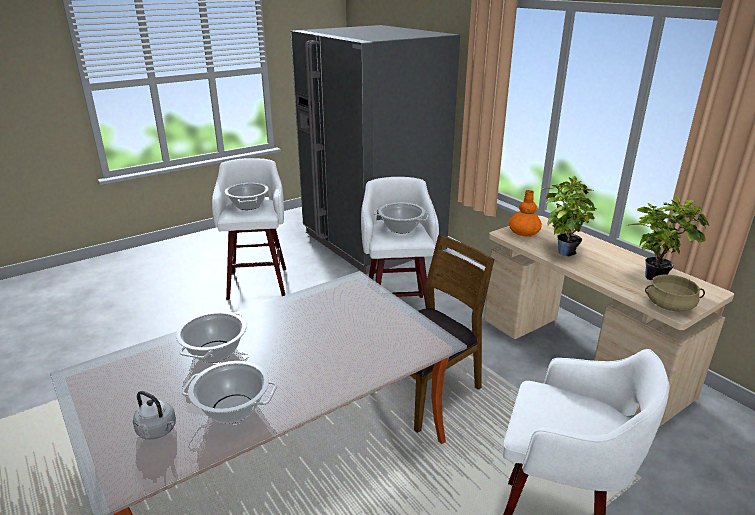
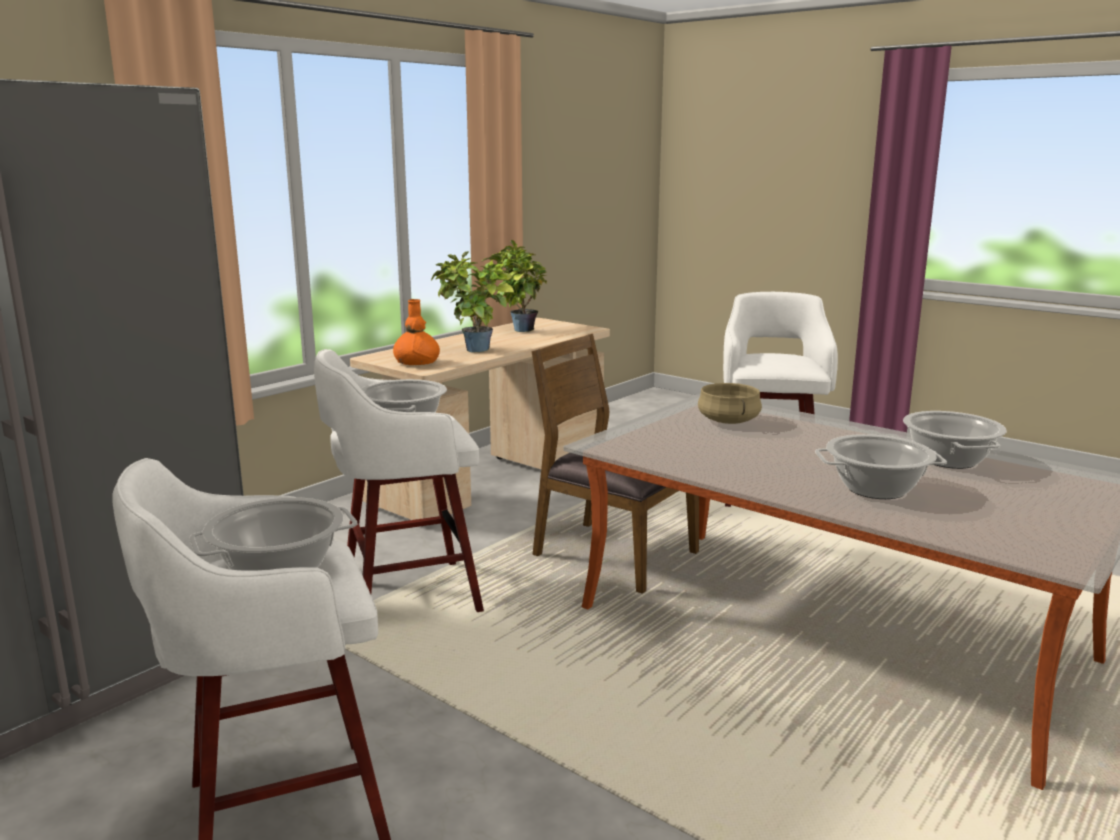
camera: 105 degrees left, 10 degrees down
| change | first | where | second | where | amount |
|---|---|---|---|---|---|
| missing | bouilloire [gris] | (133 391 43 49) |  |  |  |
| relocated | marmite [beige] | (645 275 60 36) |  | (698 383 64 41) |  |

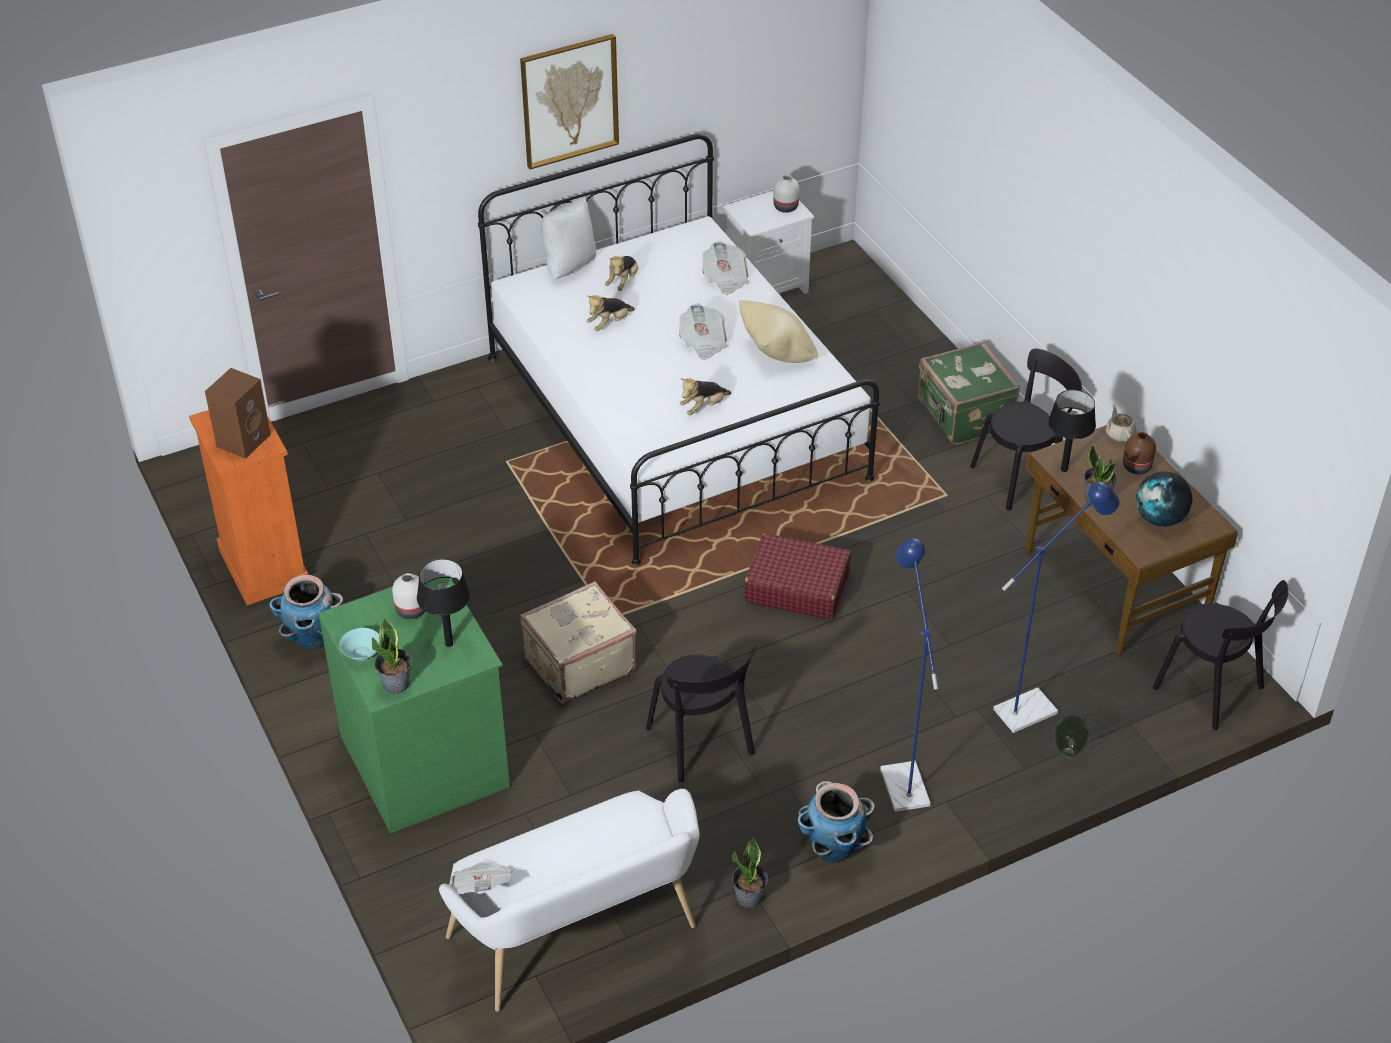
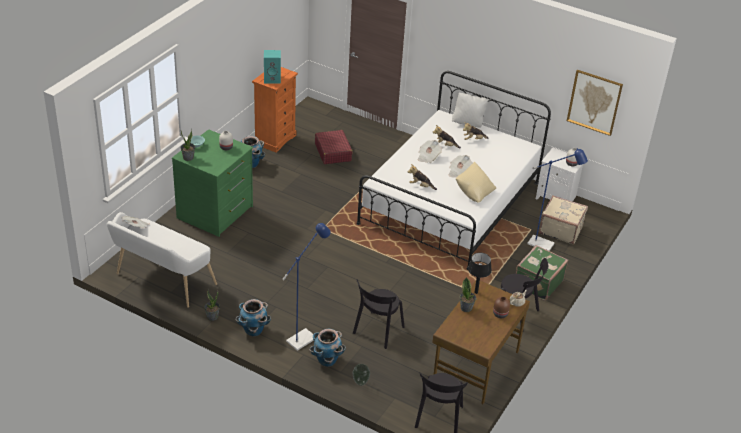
camera: 55 degrees right, 5 degrees down
| change | first | where | second | where | amount |
|---|---|---|---|---|---|
| colour | enceinte [marron] | (205 368 66 91) | enceinte [turquoise] | (264 50 17 34) |  |
| missing | lampe de table [noir] | (417 559 53 88) |  |  |  |
| relocated | tableau | (520 34 99 135) |  | (567 70 56 66) |  |
| relocated | valise [beige] | (520 581 116 123) |  | (539 195 49 50) |  |
| relocated | chaise [noir] | (646 646 111 137) |  | (353 280 51 69) |  |
| relocated | journal | (702 241 47 54) |  | (418 140 24 23) |  |
| relocated | valise [rouge] | (744 533 107 87) |  | (315 130 38 34) |  |
| relocated | lampadaire [bleu] | (993 482 126 251) |  | (527 148 61 103) |  |
| missing | globe | (1136 471 56 55) |  |  |  |
| appeared |  |  | cache-pot | (309 329 37 38) |  |

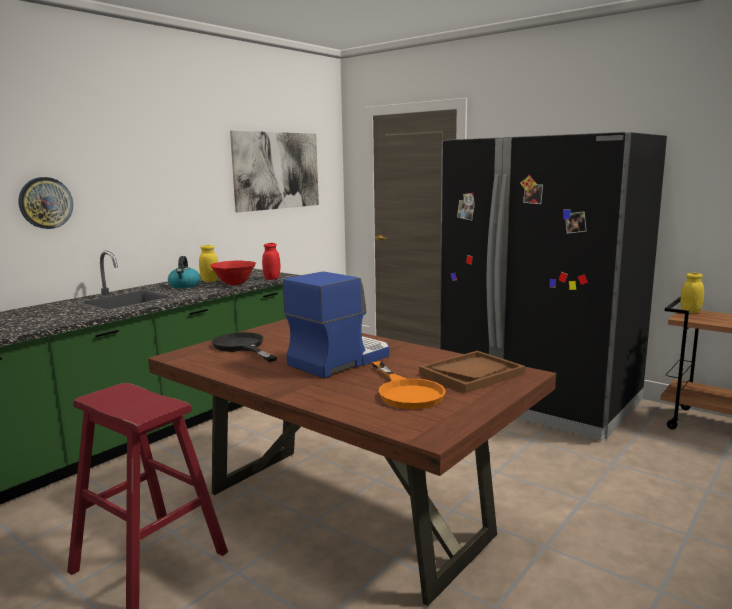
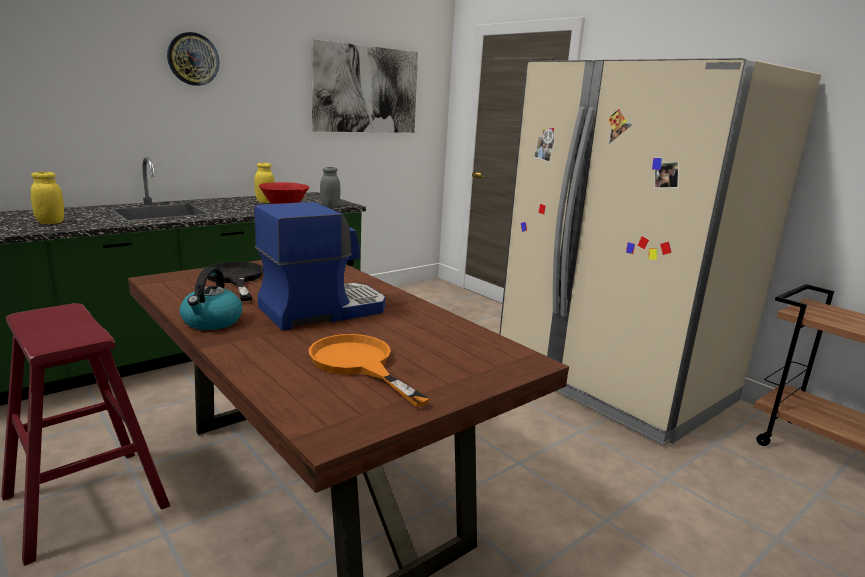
camera: 10 degrees right, 5 degrees up
| change | first | where | second | where | amount |
|---|---|---|---|---|---|
| relocated | horloge murale | (18 177 55 52) |  | (167 32 52 54) |  |
| relocated | bouilloire | (168 256 33 32) |  | (180 267 62 63) |  |
| colour | bocal [rouge] | (262 243 18 37) | bocal [gris] | (320 167 20 41) |  |
| spun | poêle [orange] | (372 361 73 48) |  | (309 334 120 73) | 150 degrees clockwise |
| missing | plateau [marron] | (419 351 106 42) |  |  |  |
| colour | réfrigérateur [noir] | (440 132 227 309) | réfrigérateur [beige] | (499 58 322 388) |  |
| relocated | bocal [jaune] | (680 273 24 40) |  | (31 172 33 52) |  |

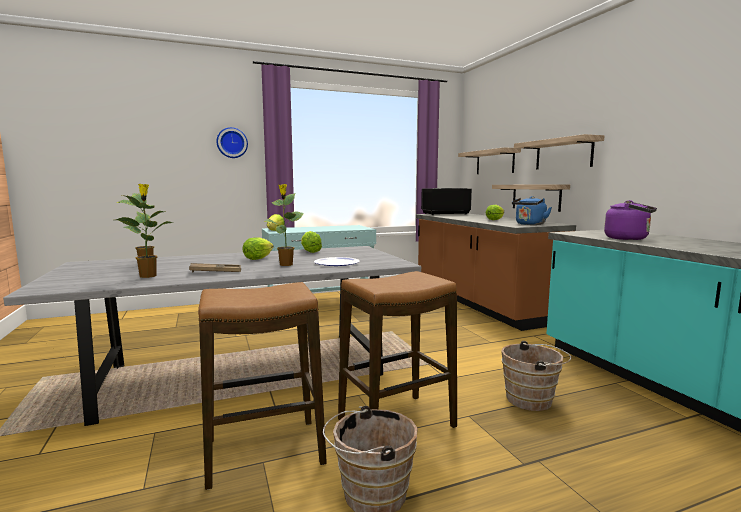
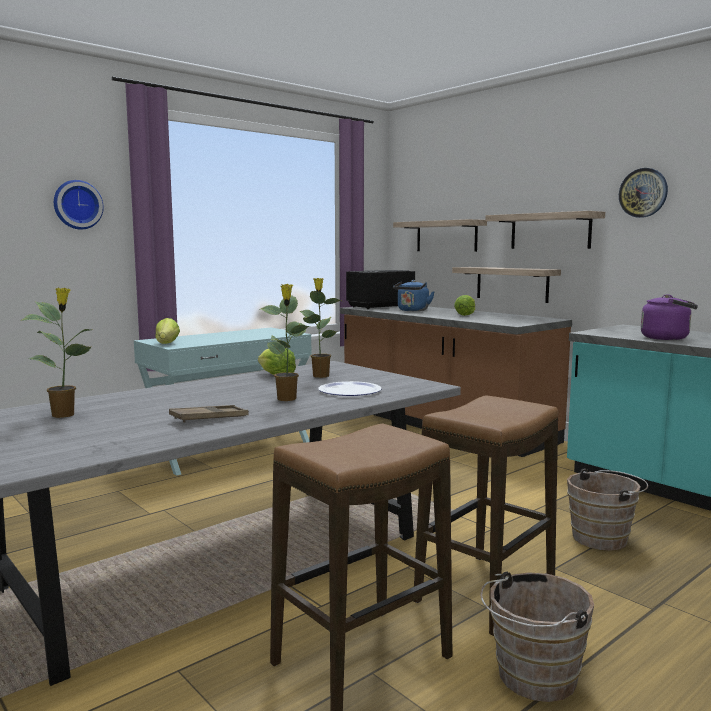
camera: 20 degrees left, 0 degrees up
| change | first | where | second | where | amount |
|---|---|---|---|---|---|
| relocated | plante en pot | (115 184 59 94) |  | (300 278 44 100) |  |
| missing | laitue | (242 237 32 23) |  |  |  |
| relocated | bouilloire [bleu] | (512 196 40 29) |  | (393 280 41 31) |  |
| appeared |  |  | horloge murale | (619 168 49 50) |  |

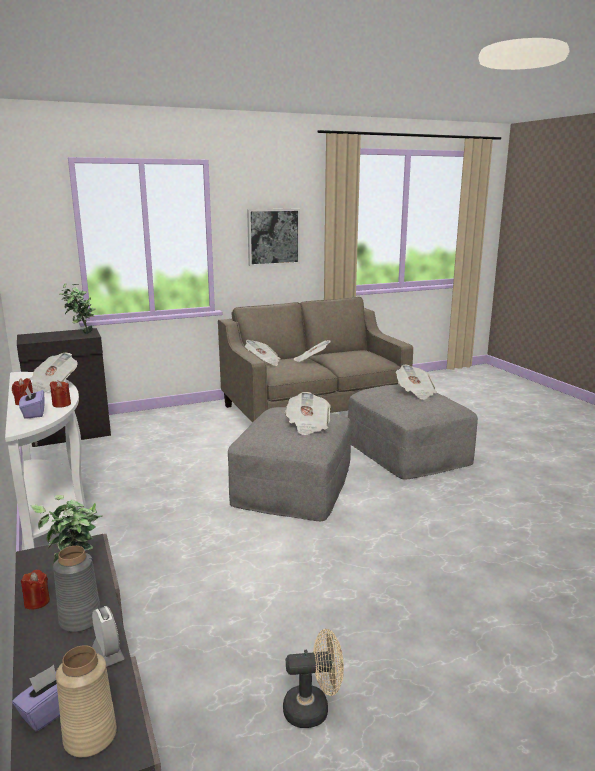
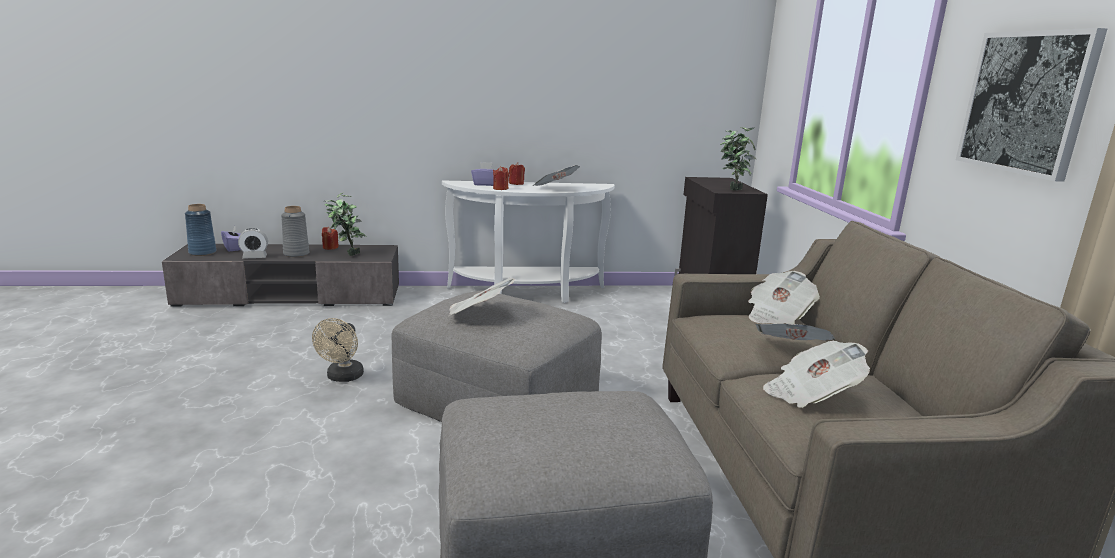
camera: 105 degrees right, 0 degrees up
| change | first | where | second | where | amount |
|---|---|---|---|---|---|
| colour | vase [beige] | (56 645 61 112) | vase [bleu] | (185 204 31 52) |  |
| relocated | ventilateur [beige] | (283 629 61 99) |  | (312 318 52 64) |  |
| relocated | journal | (396 365 41 35) |  | (763 341 107 67) |  |

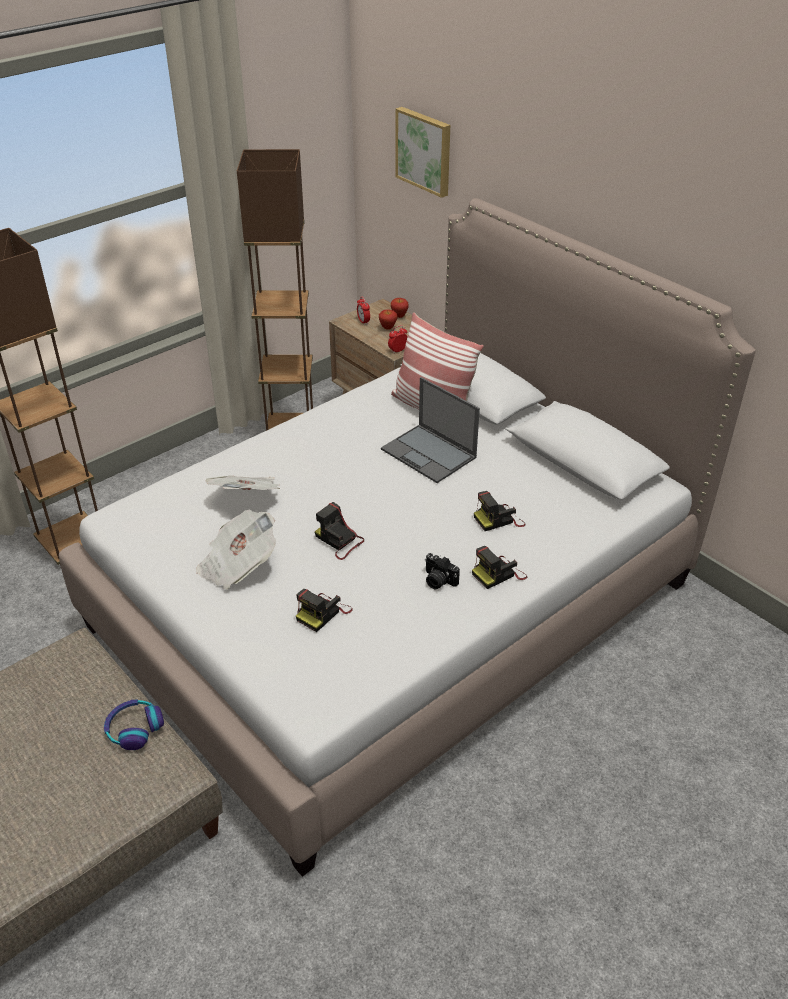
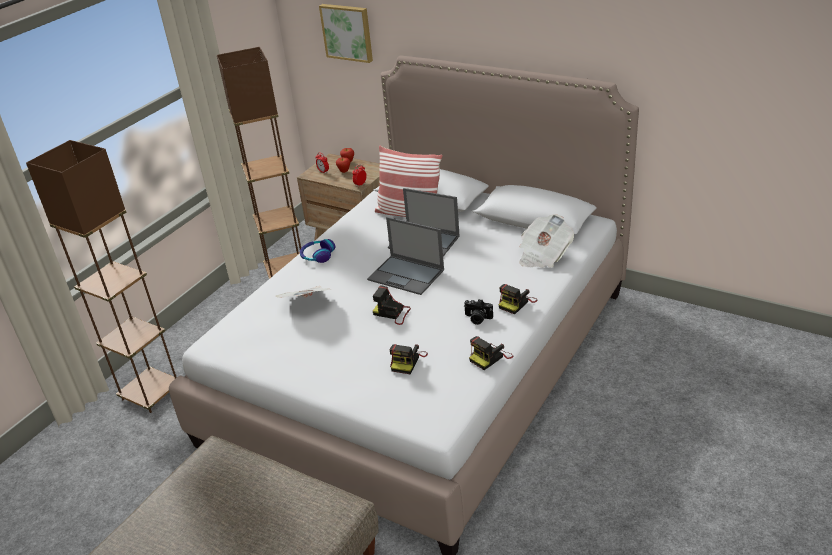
camera: 15 degrees left, 5 degrees down
| change | first | where | second | where | amount |
|---|---|---|---|---|---|
| relocated | casque audio | (104 700 60 50) |  | (300 239 36 24) |  |
| relocated | journal | (196 510 80 80) |  | (519 214 55 54) |  |
| relocated | appareil photo | (474 491 52 40) |  | (469 336 44 34) |  |
| appeared |  |  | ordinateur portable | (367 217 77 78) |  |

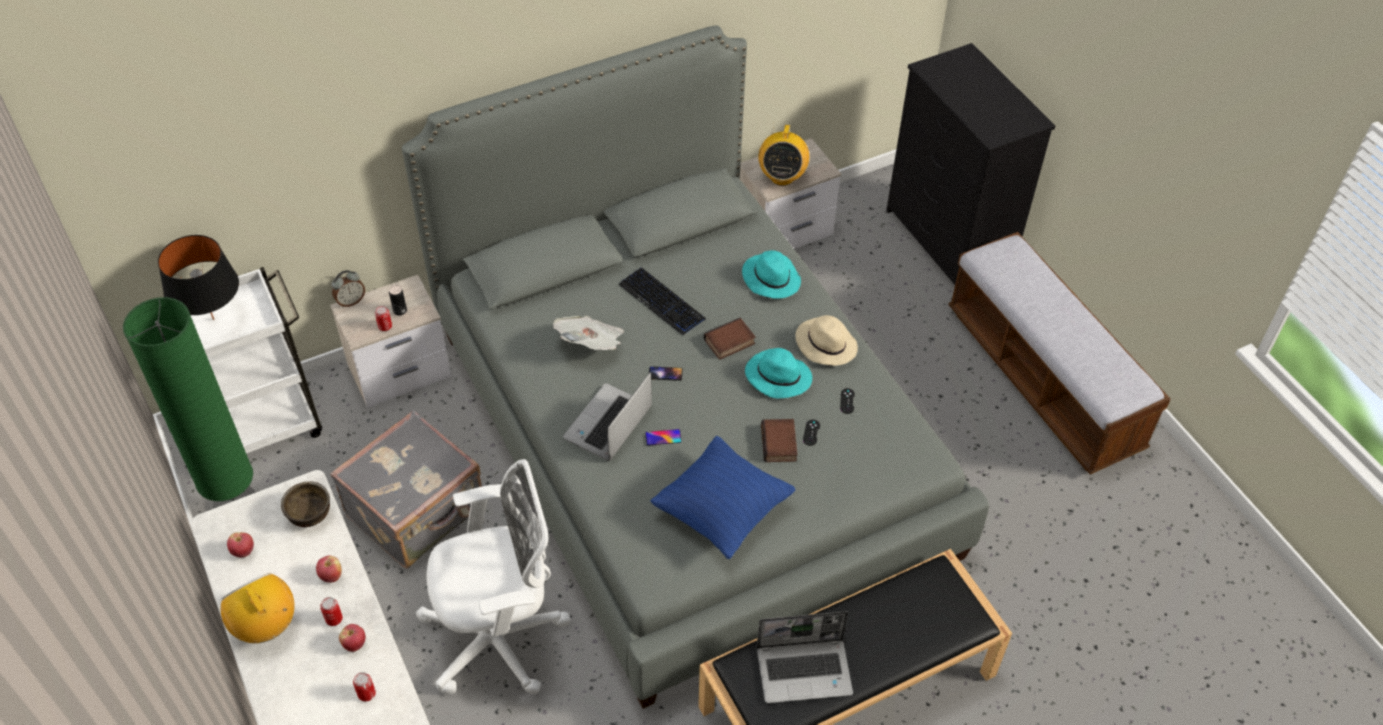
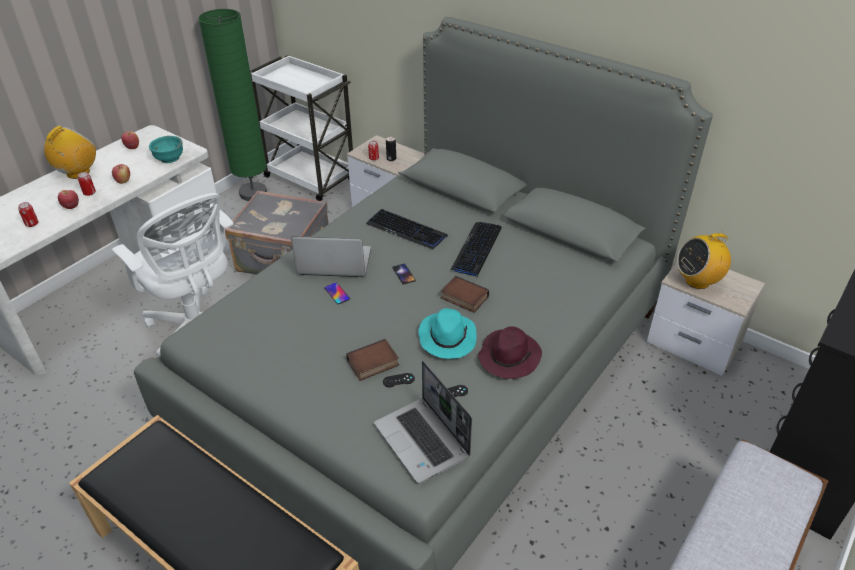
camera: 65 degrees right, 10 degrees down
| change | first | where | second | where | amount |
|---|---|---|---|---|---|
| missing | lampe de table [noir] | (158 235 81 85) |  |  |  |
| colour | bol [marron] | (281 482 49 45) | bol [turquoise] | (149 136 34 27) |  |
| missing | réveil | (332 270 33 37) |  |  |  |
| exchanged | journal | (553 316 71 34) | clavier | (366 209 82 40) |  |
| missing | coussin [bleu] | (650 436 145 123) |  |  |  |
| missing | chapeau [turquoise] | (742 250 59 49) |  |  |  |
| relocated | ordinateur portable | (757 611 96 92) |  | (374 361 98 123) |  |
| colour | chapeau [beige] | (795 315 63 51) | chapeau [violet] | (478 326 64 53) |  |

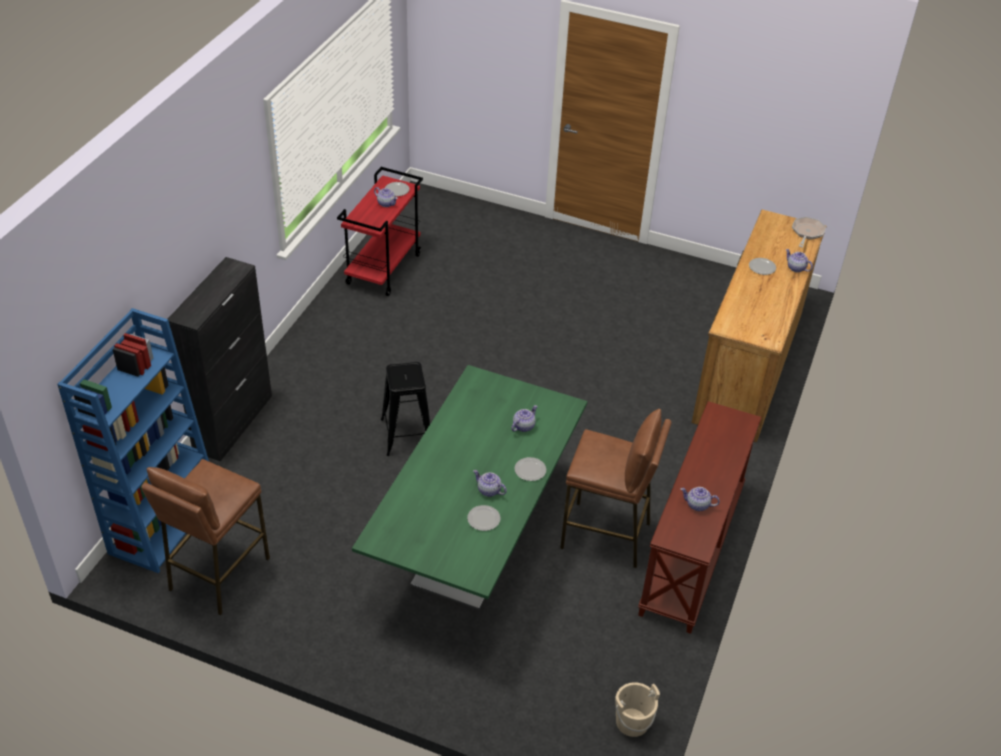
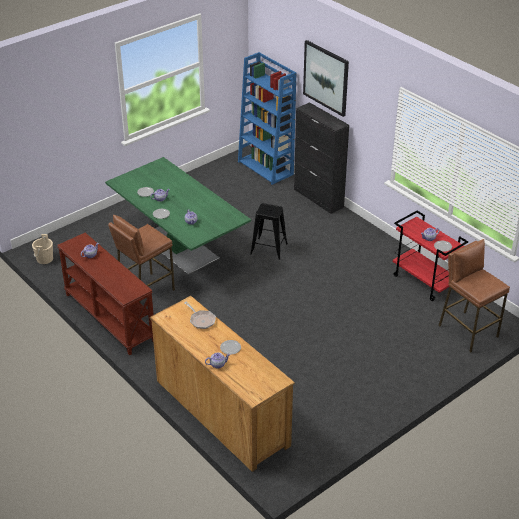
camera: 120 degrees right, 5 degrees down
| change | first | where | second | where | amount |
|---|---|---|---|---|---|
| relocated | tabouret [marron] | (141 459 129 156) |  | (438 239 72 113) |  |
| relocated | poêle | (792 217 34 30) |  | (184 301 32 28) |  |
| appeared |  |  | tableau | (303 40 46 77) |  |

